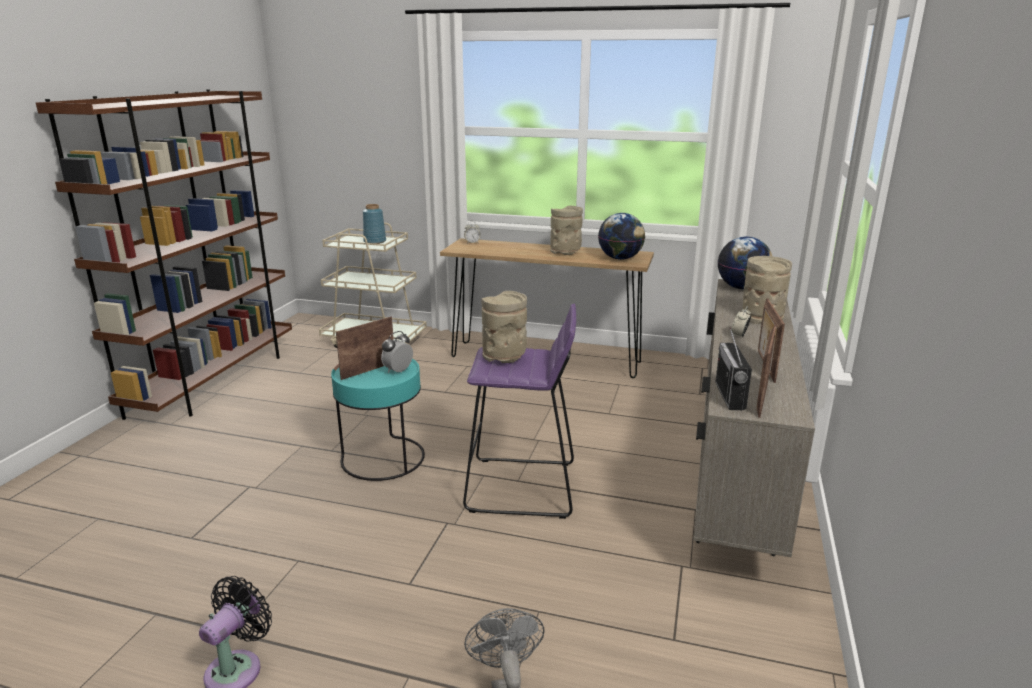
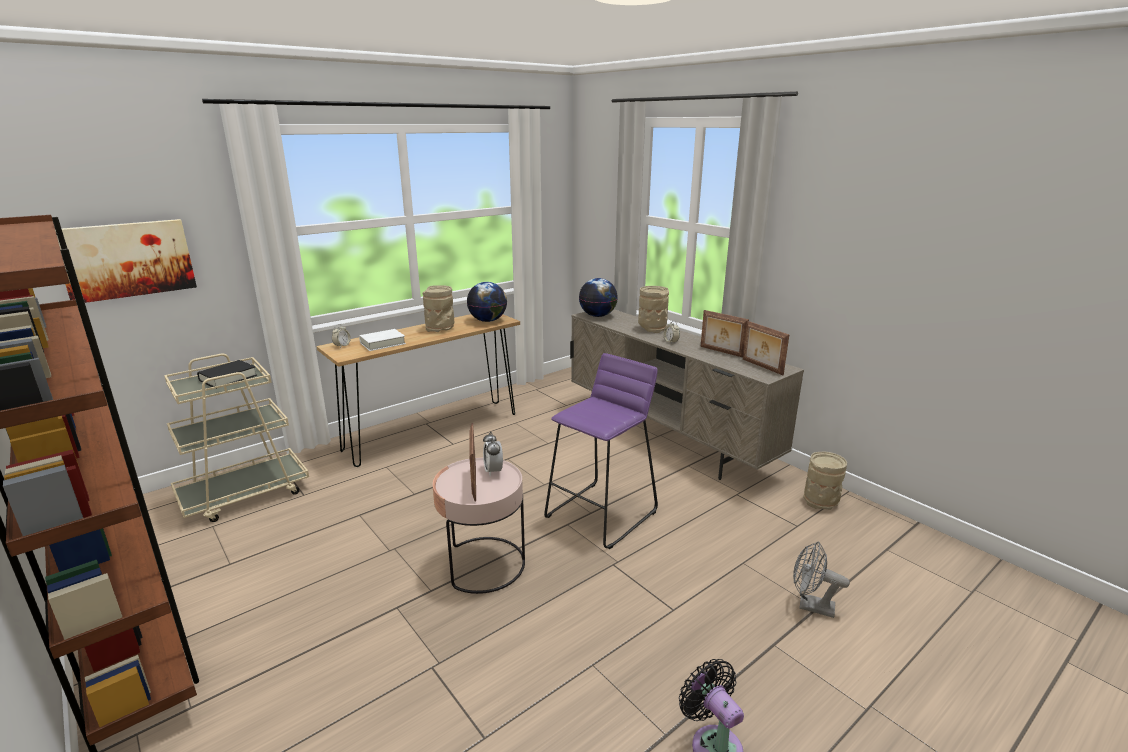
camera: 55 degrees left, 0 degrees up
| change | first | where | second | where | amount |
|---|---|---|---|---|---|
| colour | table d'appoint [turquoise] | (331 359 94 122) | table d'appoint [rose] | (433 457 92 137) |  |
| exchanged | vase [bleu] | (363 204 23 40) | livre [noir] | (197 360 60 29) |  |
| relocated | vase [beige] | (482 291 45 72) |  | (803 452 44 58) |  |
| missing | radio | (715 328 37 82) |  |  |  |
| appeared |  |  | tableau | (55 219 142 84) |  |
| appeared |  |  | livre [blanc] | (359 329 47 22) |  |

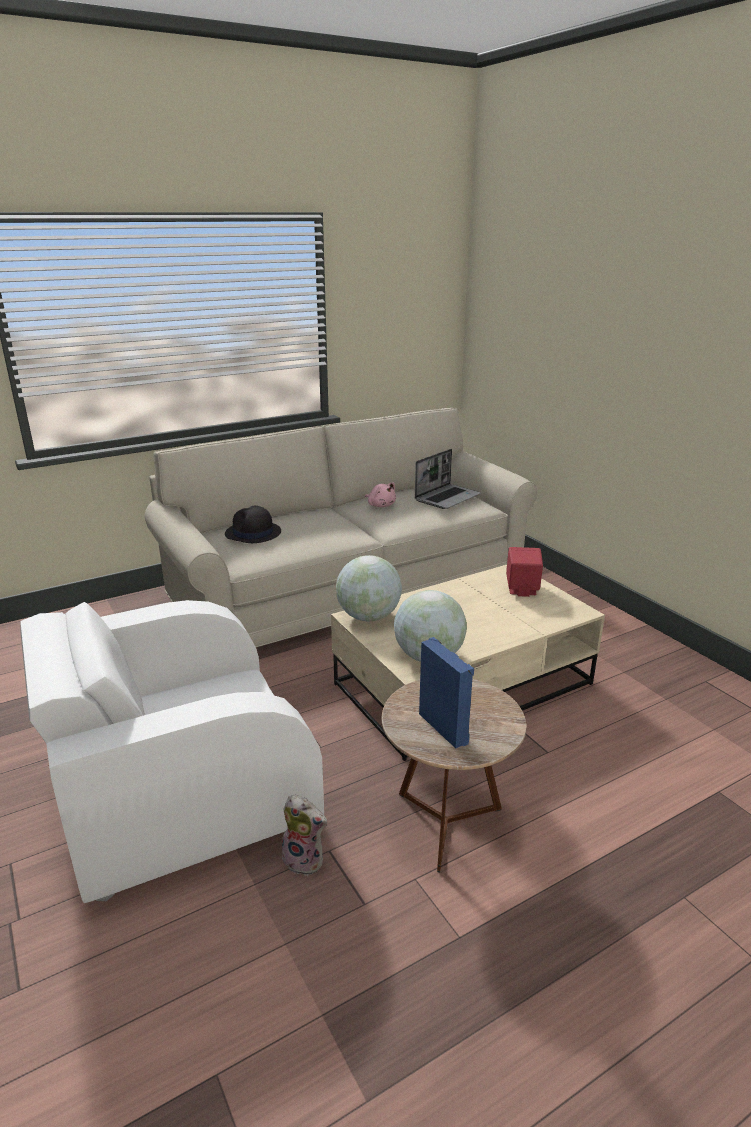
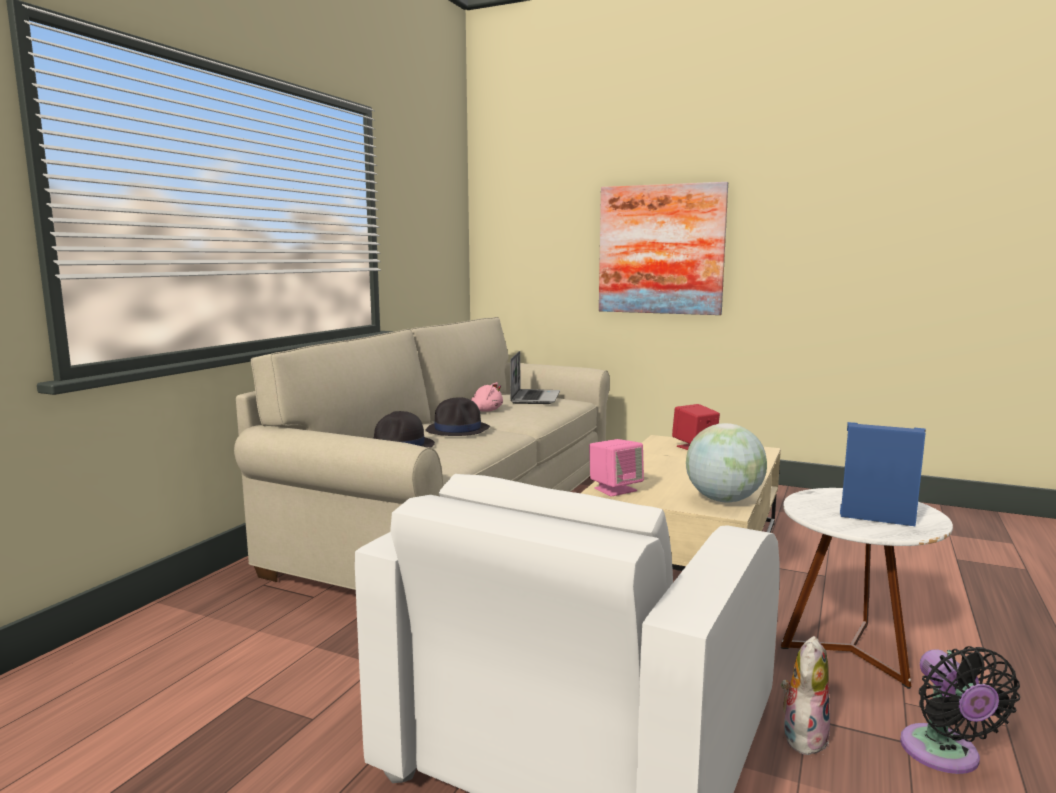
camera: 35 degrees left, 15 degrees down
| change | first | where | second | where | amount |
|---|---|---|---|---|---|
| spun | peluche | (280 795 47 81) |  | (781 636 49 122) | 45 degrees counterclockwise |
| exchanged | globe | (336 555 66 66) | enceinte [rose] | (589 439 55 58) |  |
| colour | table d'appoint [marron] | (382 679 144 193) | table d'appoint [blanc] | (781 488 172 201) |  |
| appeared |  |  | chapeau [noir] | (425 397 65 39) |  |
| appeared |  |  | tableau | (599 182 129 133) |  |
| appeared |  |  | ventilateur [noir] | (900 646 120 128) |  |

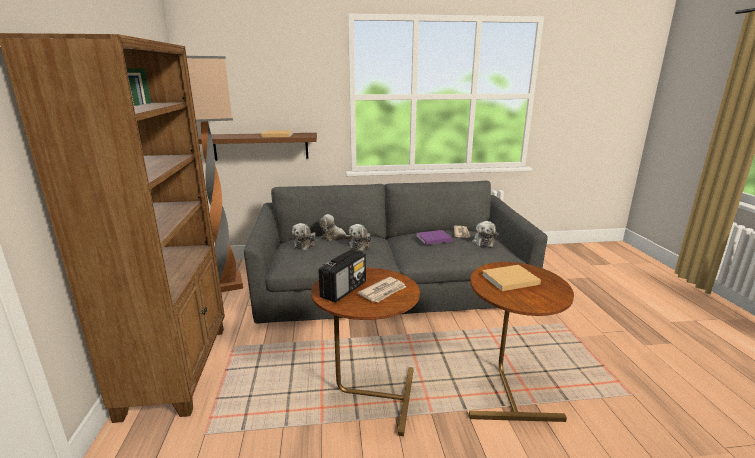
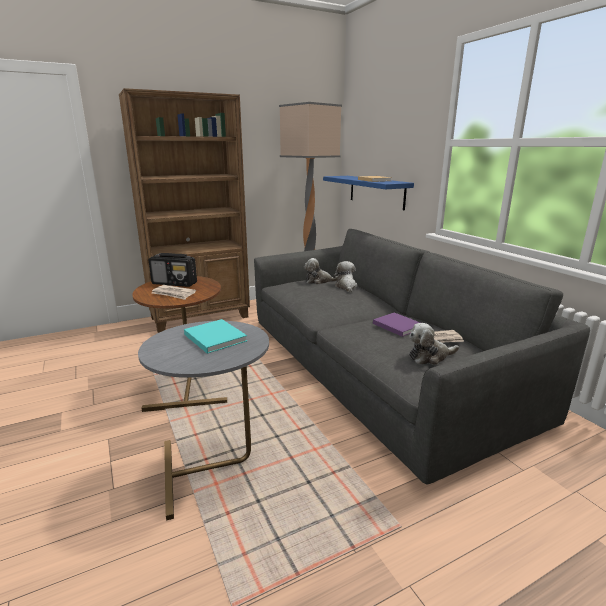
camera: 70 degrees right, 0 degrees up
| change | first | where | second | where | amount |
|---|---|---|---|---|---|
| colour | étagère [marron] | (198 133 119 28) | étagère [bleu] | (323 176 91 34) |  |
| missing | peluche | (349 224 22 27) |  |  |  |
| colour | table d'appoint [marron] | (469 262 105 160) | table d'appoint [gris] | (138 321 131 199) |  |
| colour | livre [beige] | (482 265 59 26) | livre [turquoise] | (184 319 63 35) |  |

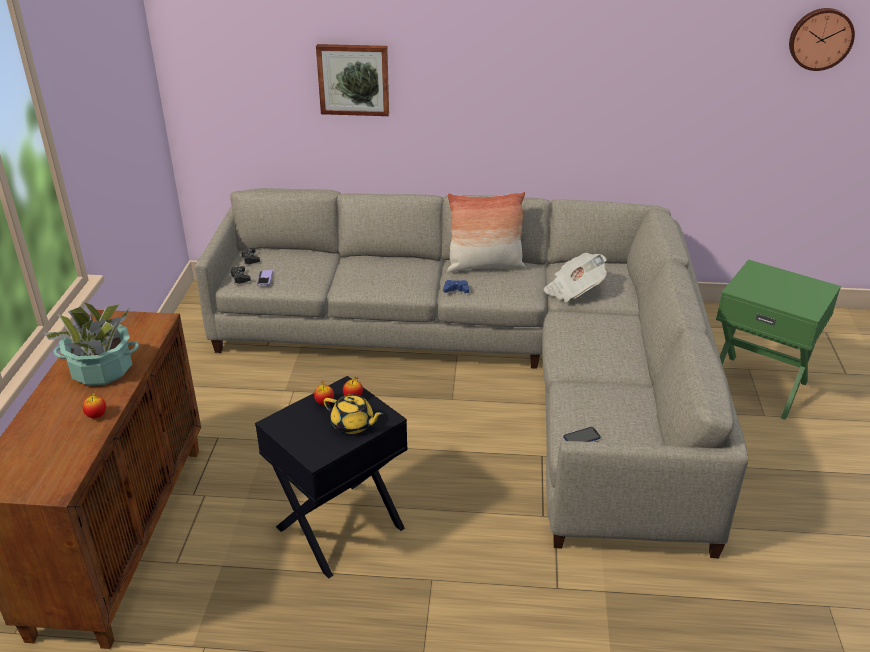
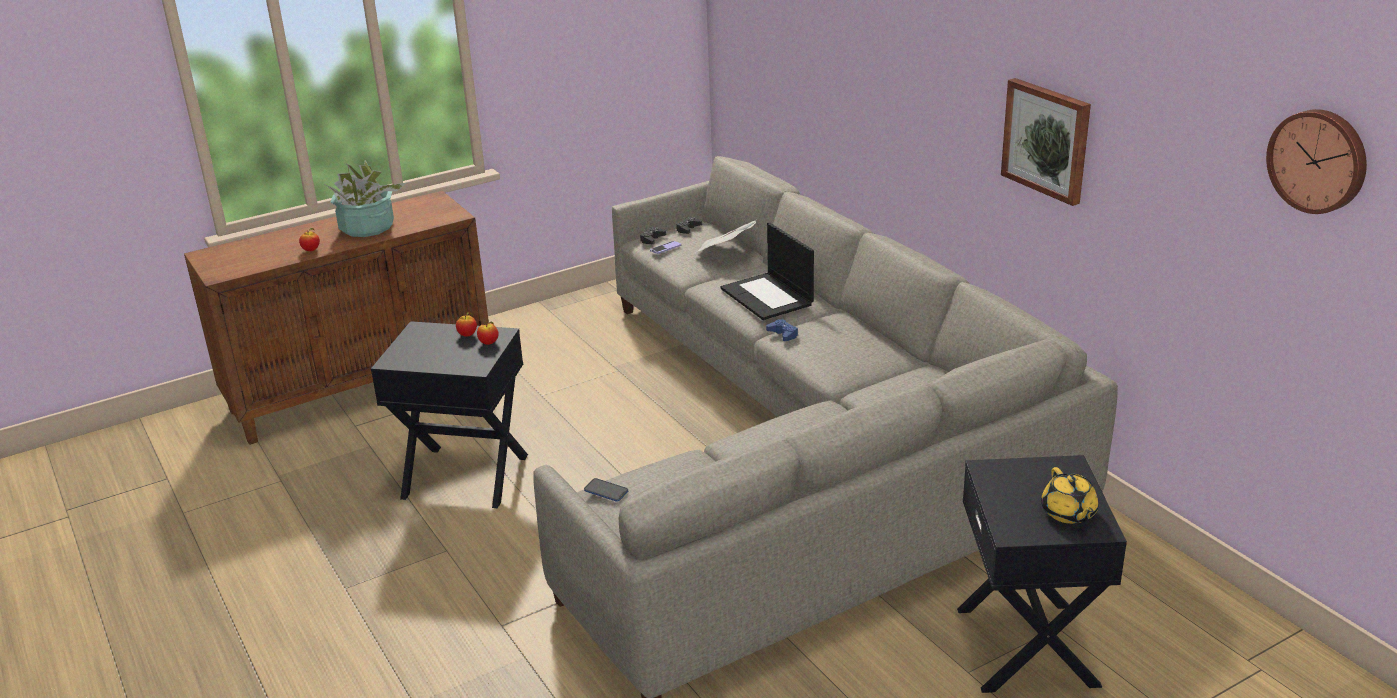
camera: 55 degrees right, 5 degrees down
| change | first | where | second | where | amount |
|---|---|---|---|---|---|
| relocated | tableau | (316 44 73 72) |  | (1001 78 90 128) |  |
| relocated | théière [jaune] | (323 394 61 40) |  | (1041 467 57 57) |  |
| missing | coussin | (447 192 78 80) |  |  |  |
| relocated | journal | (544 253 63 49) |  | (695 220 61 33) |  |
| colour | table d'appoint [vert] | (716 260 125 160) | table d'appoint [noir] | (957 455 170 238) |  |
| appeared |  |  | ordinateur portable | (721 223 93 97) |  |

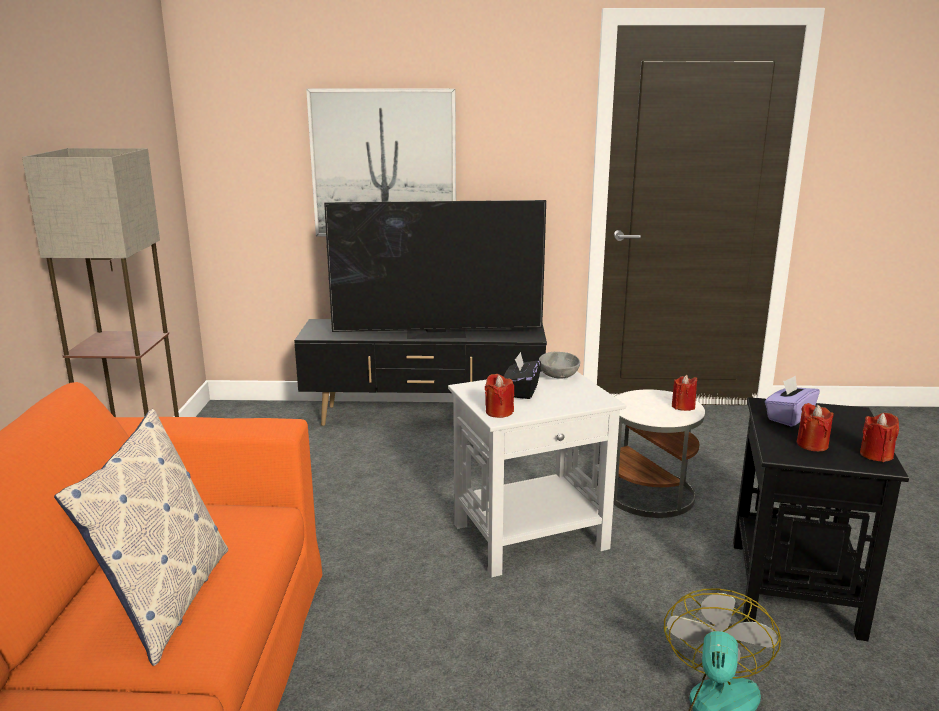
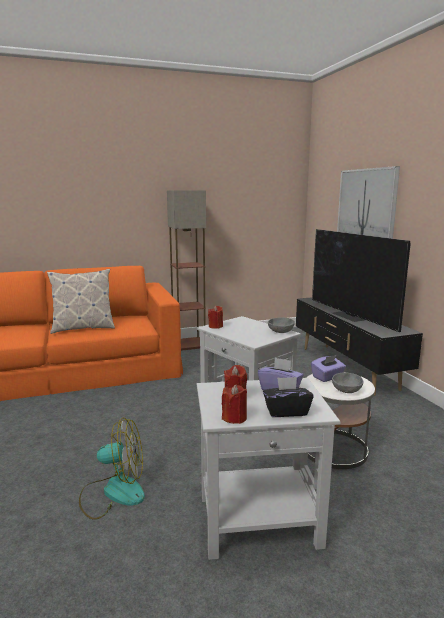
camera: 70 degrees right, 5 degrees down
| change | first | where | second | where | amount |
|---|---|---|---|---|---|
| relocated | boîte à mouchoirs [noir] | (504 352 37 47) |  | (263 377 51 40) |  |
| exchanged | bougie [rouge] | (672 375 25 36) | bol [gris] | (332 372 31 21) |  |
| colour | table d'appoint [noir] | (733 397 176 244) | table d'appoint [blanc] | (197 378 144 182) |  |
| appeared |  |  | boîte à mouchoirs [violet] | (311 355 35 27) |  |

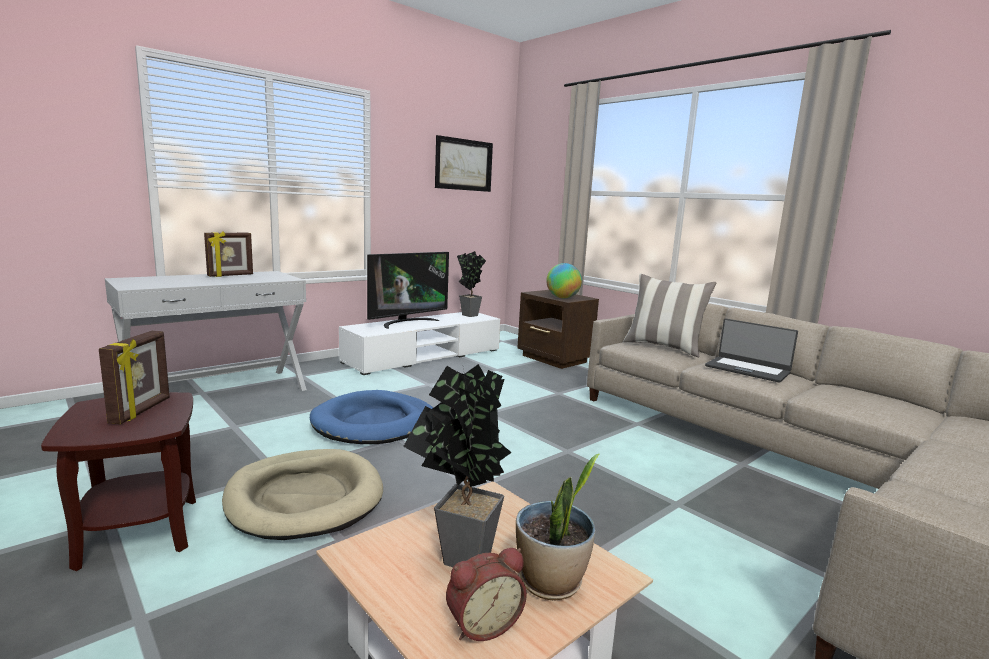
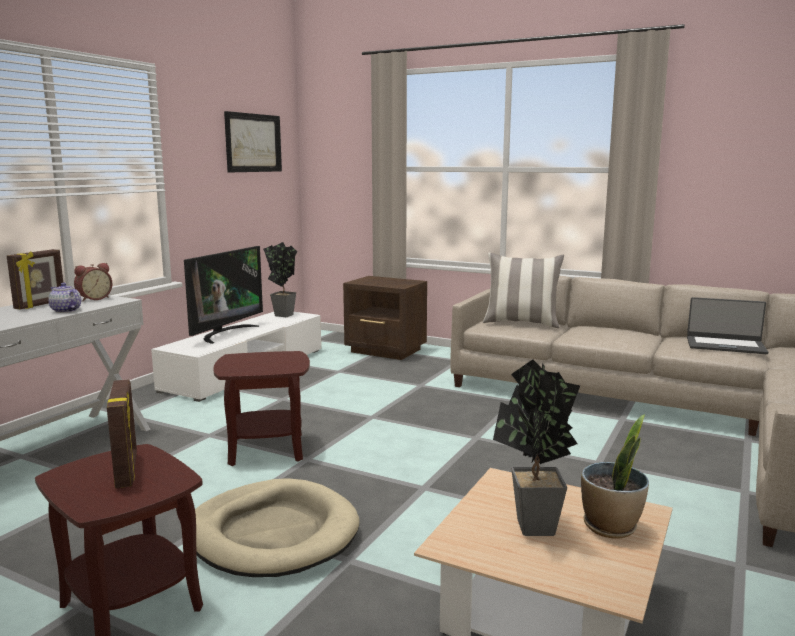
camera: 20 degrees left, 0 degrees up
| change | first | where | second | where | amount |
|---|---|---|---|---|---|
| exchanged | panier pour chien [bleu] | (310 390 123 54) | table d'appoint [marron] | (214 351 96 115) |  |
| relocated | réveil | (446 548 81 93) |  | (74 263 39 38) |  |
| missing | globe | (546 263 36 35) |  |  |  |
| relocated | ordinateur portable | (705 319 93 64) |  | (687 297 81 57) |  |
| appeared |  |  | théière | (48 283 33 30) |  |

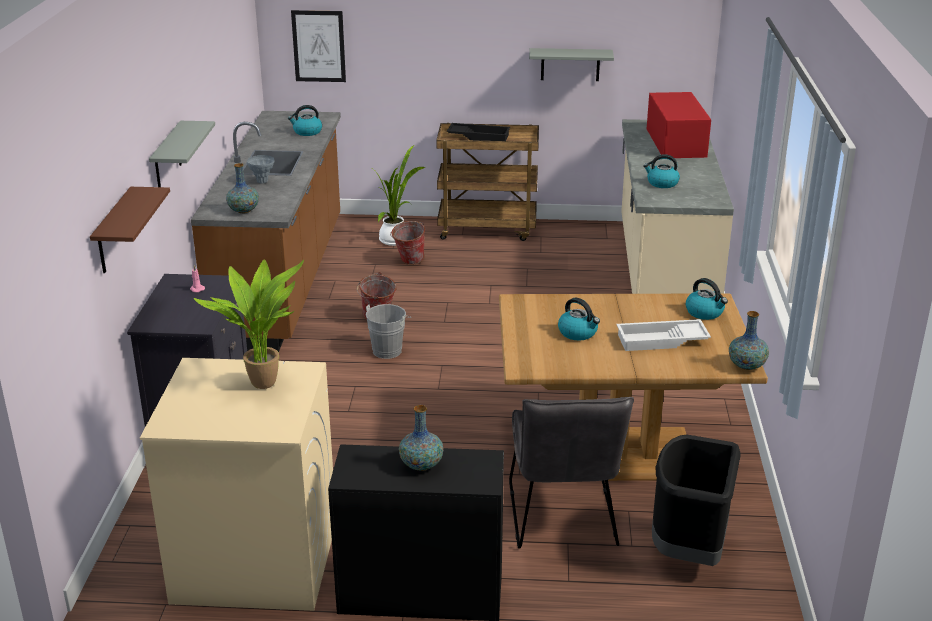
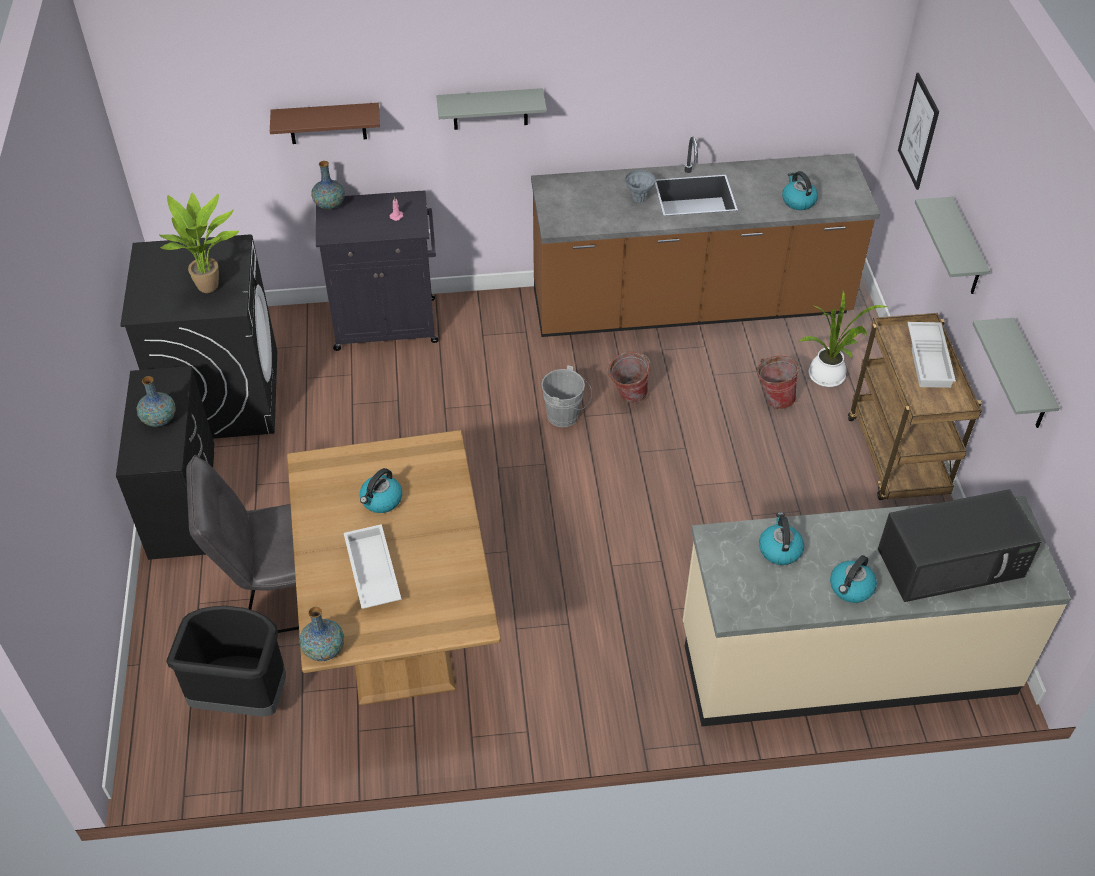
camera: 80 degrees right, 20 degrees up
| change | first | where | second | where | amount |
|---|---|---|---|---|---|
| colour | lave-linge [beige] | (140 358 193 253) | lave-linge [noir] | (120 234 157 205) |  |
| relocated | vase | (226 163 33 50) |  | (311 161 34 49) |  |
| colour | plateau [noir] | (447 123 63 18) | plateau [blanc] | (907 322 49 66) |  |
| colour | micro-ondes [rouge] | (647 92 64 66) | micro-ondes [noir] | (878 489 164 113) |  |
| relocated | bouilloire | (686 278 42 42) |  | (830 555 47 48) |  |
| appeared |  |  | étagère [gris] | (915 197 75 97) |  |

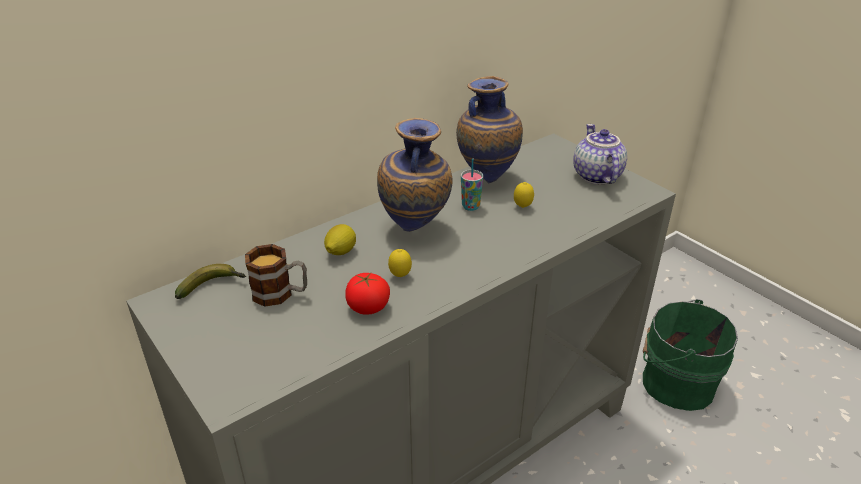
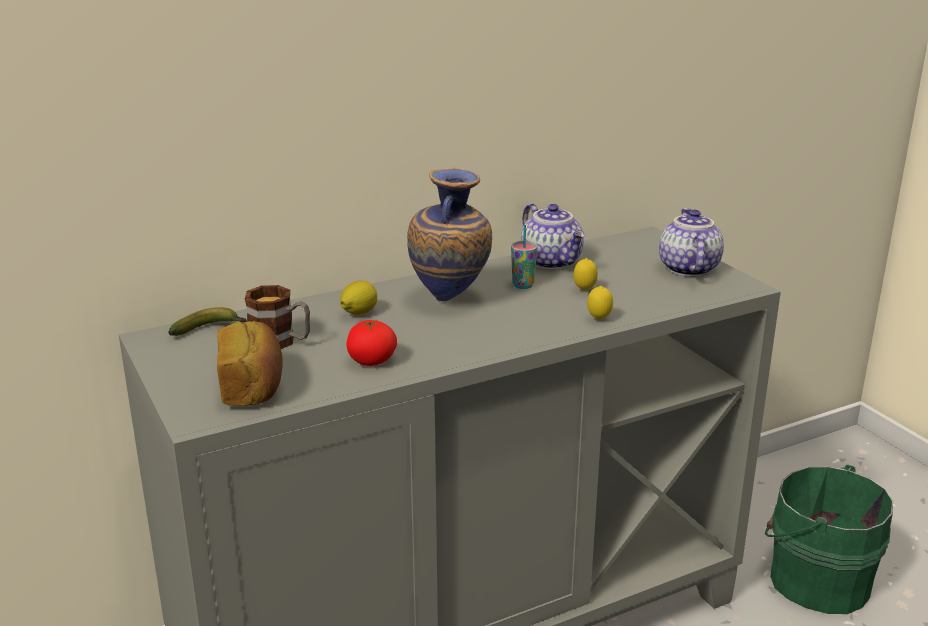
camera: 10 degrees right, 10 degrees down
| change | first | where | second | where | amount |
|---|---|---|---|---|---|
| relocated | citron | (388 249 24 28) |  | (587 286 26 34) |  |
| exchanged | vase | (456 76 67 107) | théière | (521 203 64 67) |  |
| appeared |  |  | pain | (217 321 66 85) |  |

